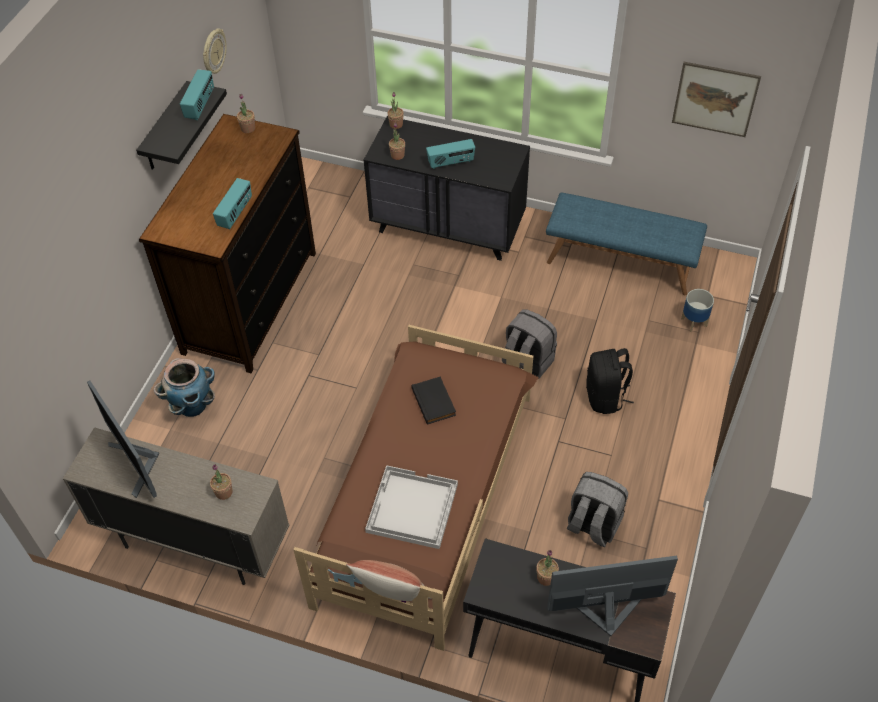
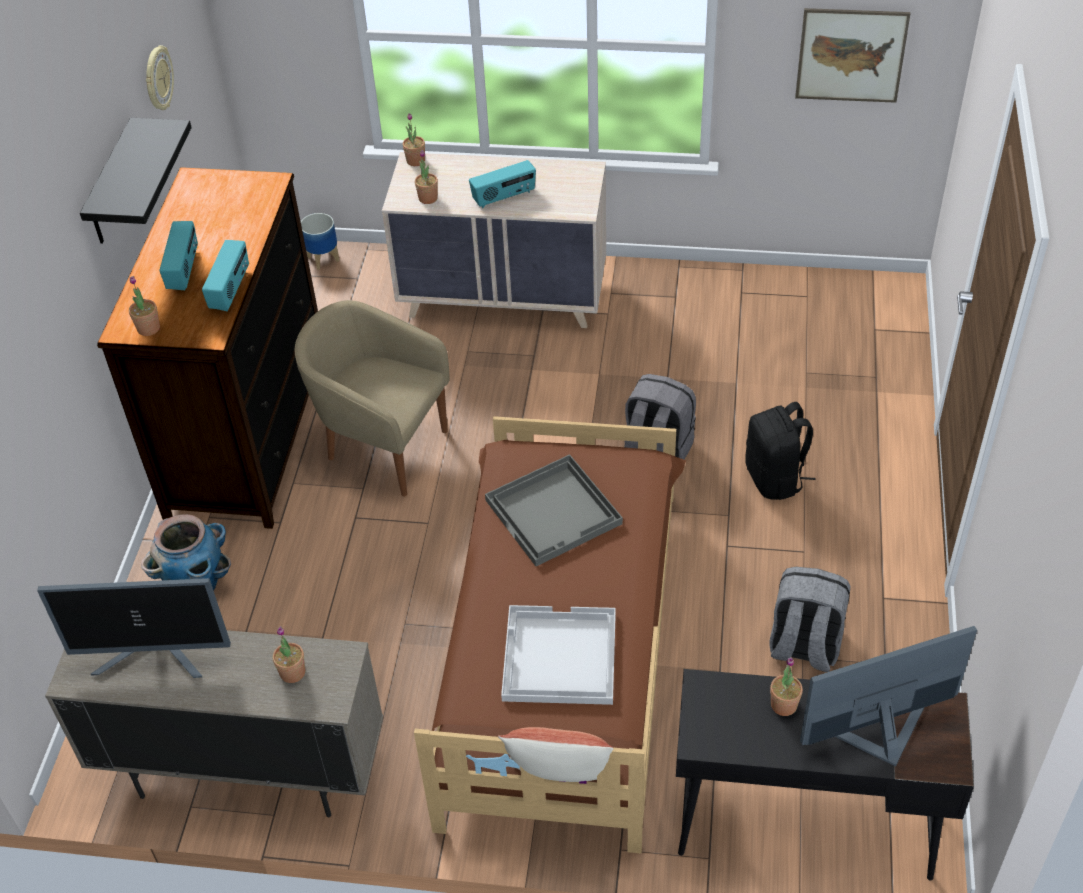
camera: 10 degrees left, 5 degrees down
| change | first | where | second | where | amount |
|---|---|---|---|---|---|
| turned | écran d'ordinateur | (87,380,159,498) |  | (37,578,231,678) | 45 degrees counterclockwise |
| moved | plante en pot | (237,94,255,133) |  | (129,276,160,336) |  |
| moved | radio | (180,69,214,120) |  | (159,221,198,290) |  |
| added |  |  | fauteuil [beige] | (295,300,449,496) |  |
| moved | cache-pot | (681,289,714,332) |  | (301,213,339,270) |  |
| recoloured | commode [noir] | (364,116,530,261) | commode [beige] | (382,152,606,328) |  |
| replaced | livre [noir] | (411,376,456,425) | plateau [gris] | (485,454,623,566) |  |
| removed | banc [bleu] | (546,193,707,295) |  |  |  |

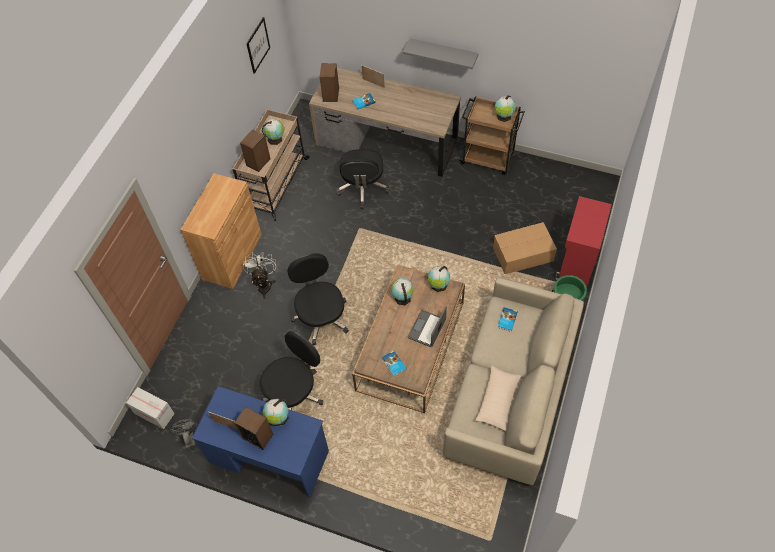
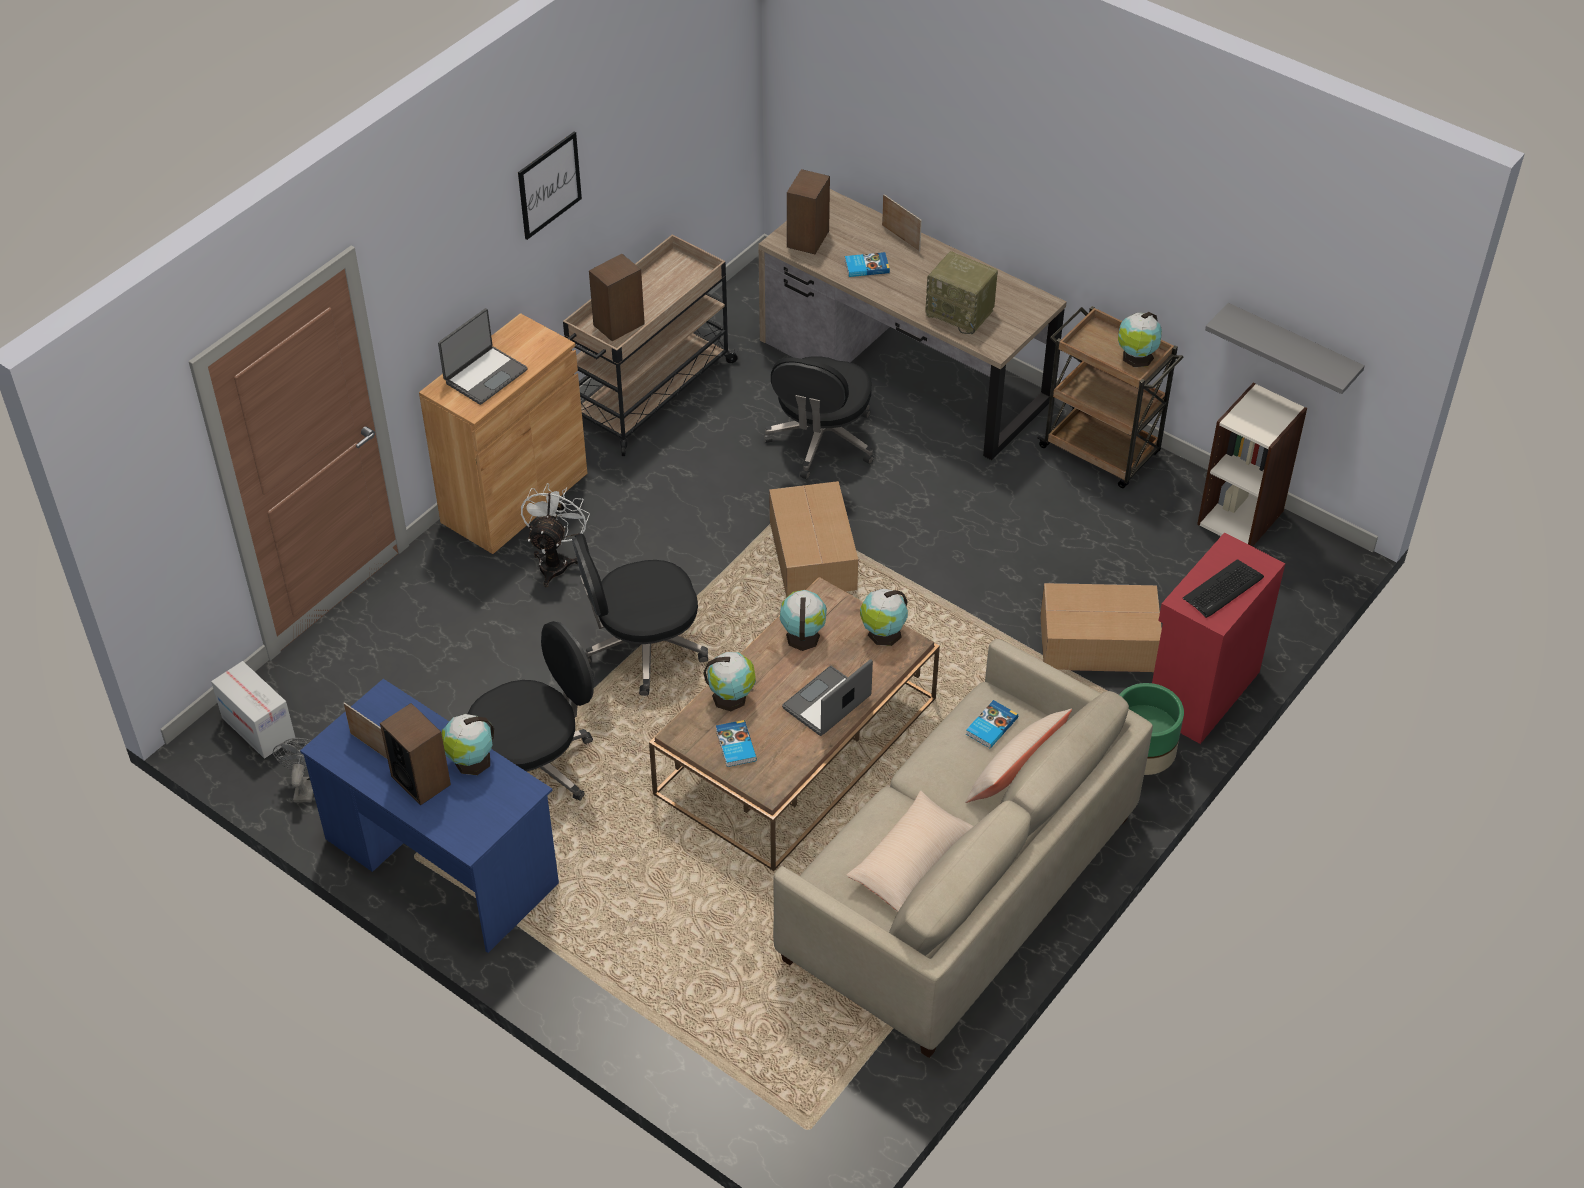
camera: 15 degrees right, 10 degrees down
| change | first | where | second | where | amount |
|---|---|---|---|---|---|
| added |  |  | ordinateur portable | (438,308,528,405) |  |
| moved | tableau | (246,17,270,74) |  | (518,131,582,240) |  |
| turned | chaise de bureau [noir] | (287,253,349,345) |  | (572,533,708,696) | 105 degrees counterclockwise |
| moved | globe | (262,119,285,145) |  | (703,652,756,711) |  |
| added |  |  | carton | (769,481,858,597) |  |
| added |  |  | radio | (925,251,998,335) |  |
| added |  |  | coussin [beige] | (965,709,1072,803) |  |
| added |  |  | clavier | (1183,559,1264,618) |  |
| added |  |  | bibliothèque | (1197,383,1307,547) |  |
| moved | étagère [gris] | (403,38,478,69) |  | (1205,303,1365,394) |  |

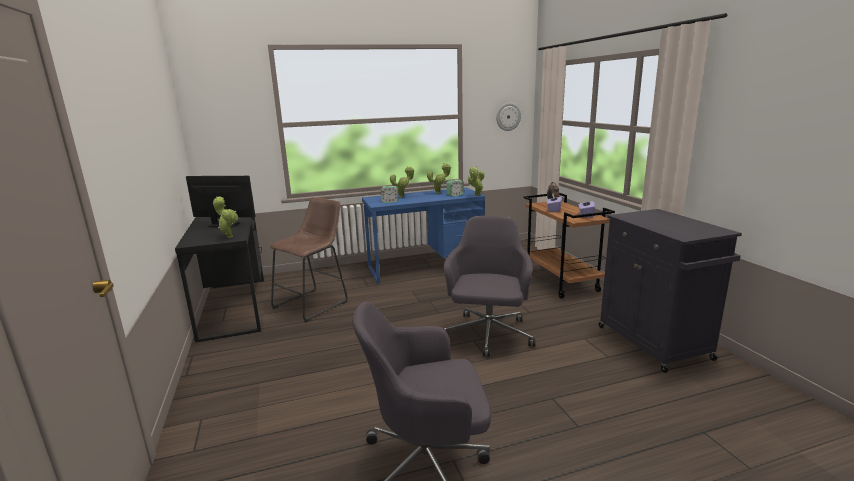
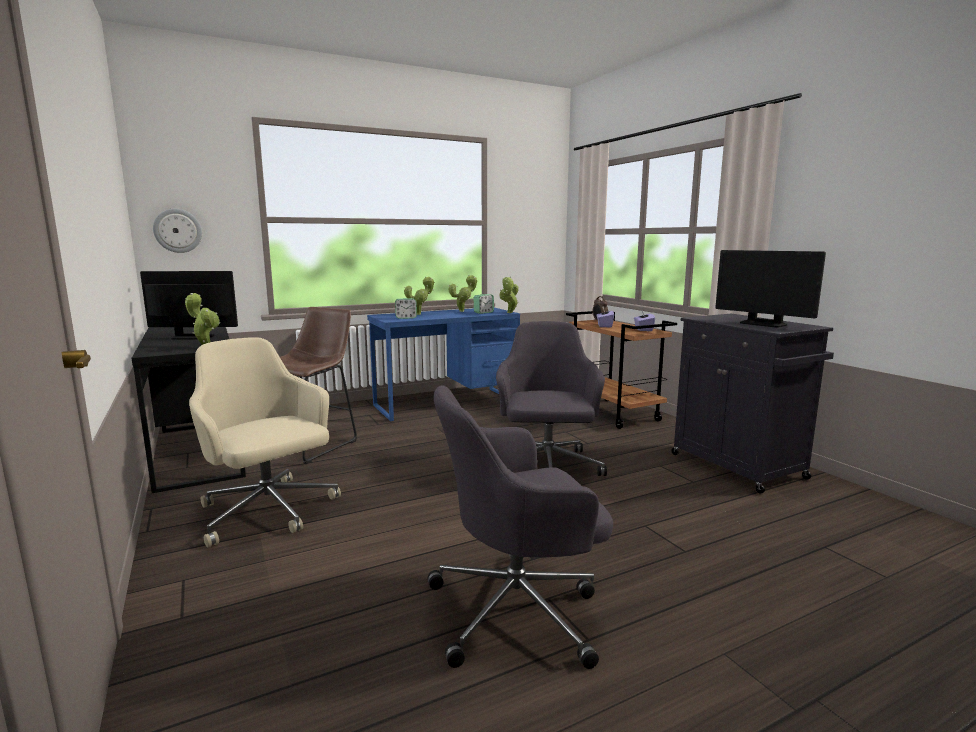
camera: 10 degrees left, 5 degrees down
| change | first | where | second | where | amount |
|---|---|---|---|---|---|
| moved | horloge murale | (496,103,521,131) |  | (153,209,202,253) |  |
| added |  |  | chaise de bureau [beige] | (189,337,341,548) |  |
| added |  |  | écran d'ordinateur | (715,250,826,327) |  |

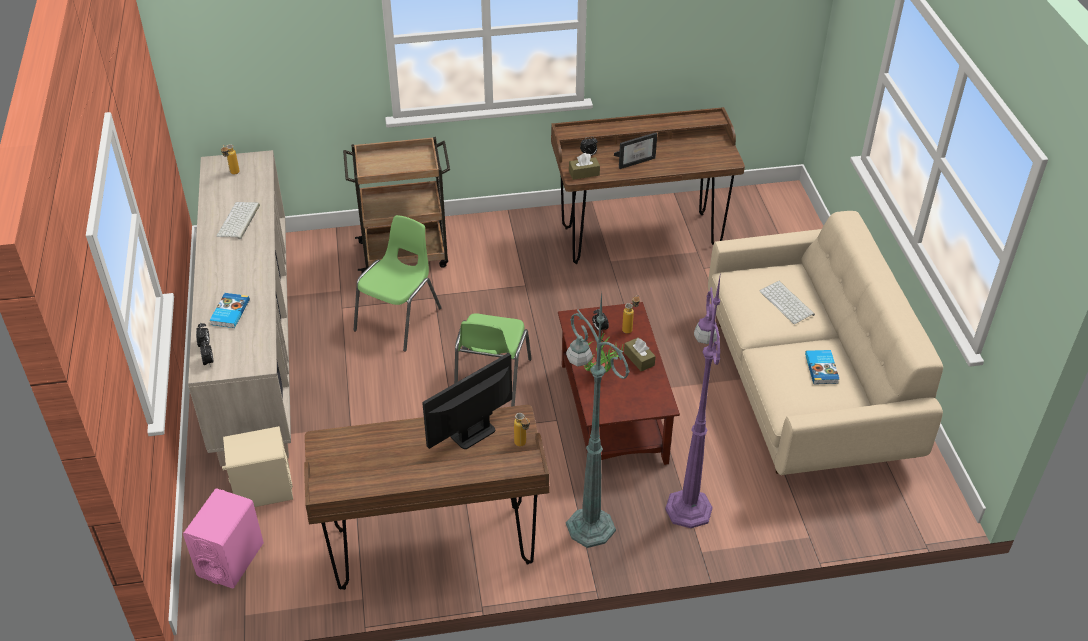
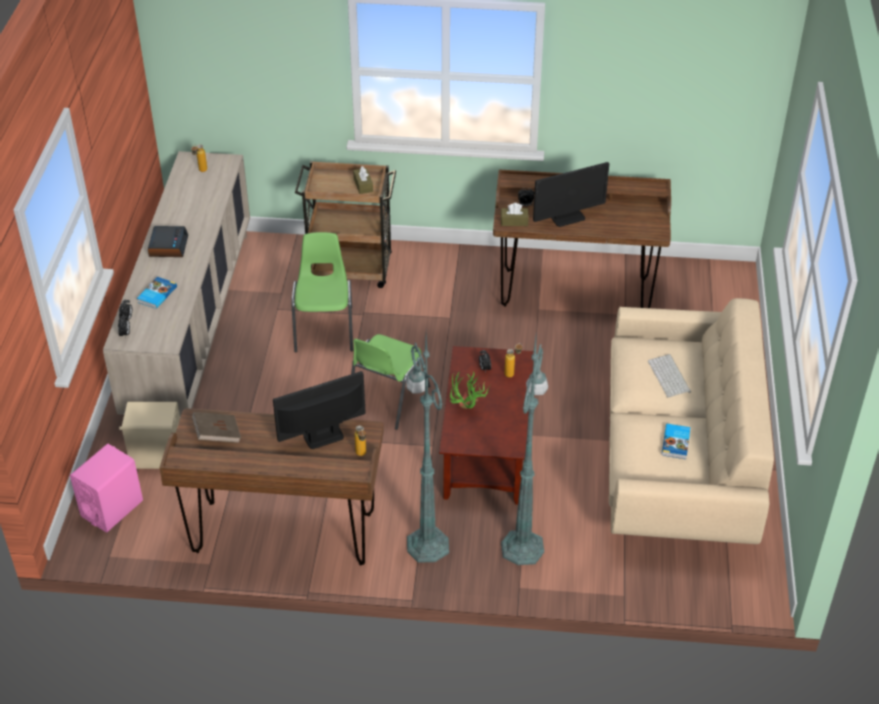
camera: 15 degrees right, 0 degrees up
| change | first | where | second | where | amount |
|---|---|---|---|---|---|
| added |  |  | réveil | (148,226,188,257) |  |
| added |  |  | livre [marron] | (192,412,241,443) |  |
| turned | chaise [vert] | (354,215,442,352) |  | (291,232,353,353) | 45 degrees counterclockwise |
| moved | boîte à mouchoirs [marron] | (624,337,656,371) |  | (353,166,373,194) |  |
| recoloured | lampadaire [violet] | (665,272,721,528) | lampadaire [vert] | (501,337,548,565) |  |
| replaced | cadre photo | (614,133,657,169) | écran d'ordinateur | (533,162,609,227) |  |
| removed | clavier | (217,202,260,239) |  |  |  |

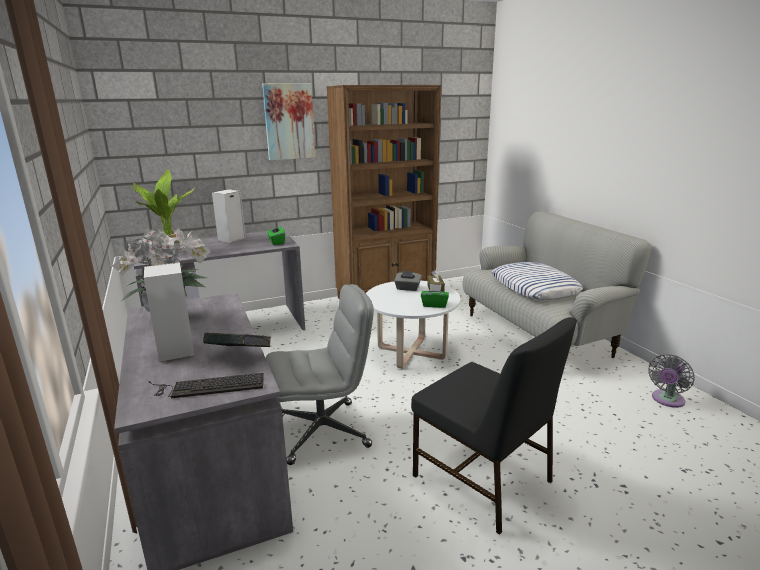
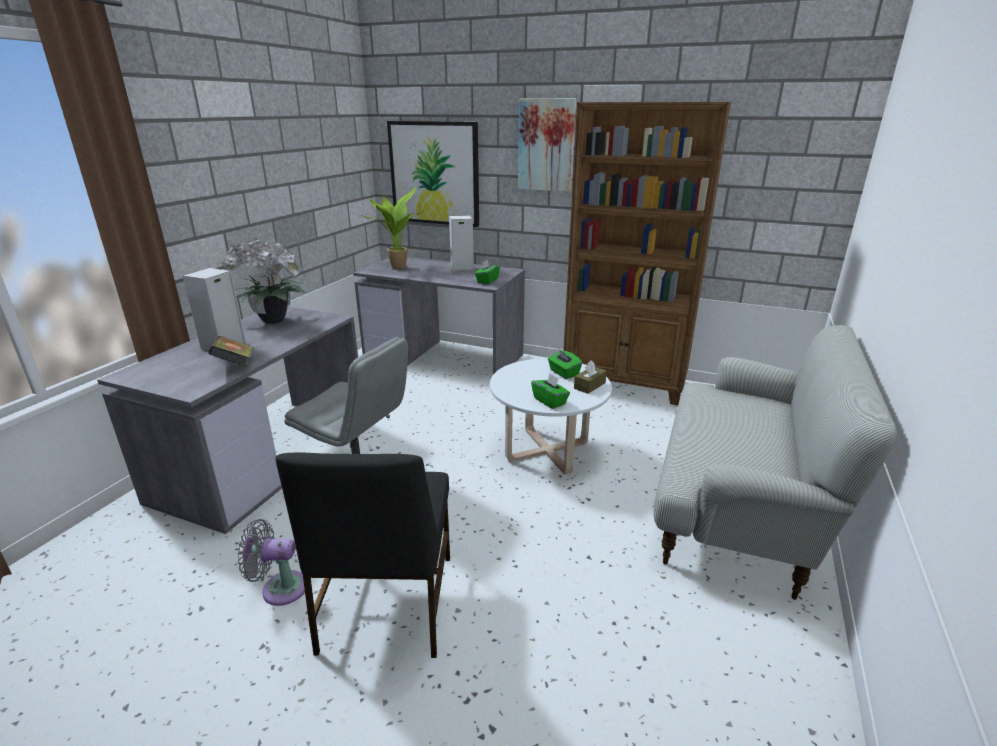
camera: 45 degrees right, 5 degrees up
| change | first | where | second | where | amount |
|---|---|---|---|---|---|
| moved | ventilateur [gris] | (649,354,695,408) |  | (238,519,305,606) |  |
| added |  |  | tableau | (387,121,479,227) |  |
| recoloured | boîte à mouchoirs [gris] | (394,271,422,291) | boîte à mouchoirs [vert] | (548,349,582,379) |  |
| removed | clavier | (148,373,264,398) |  |  |  |
| removed | coussin | (492,262,583,300) |  |  |  |

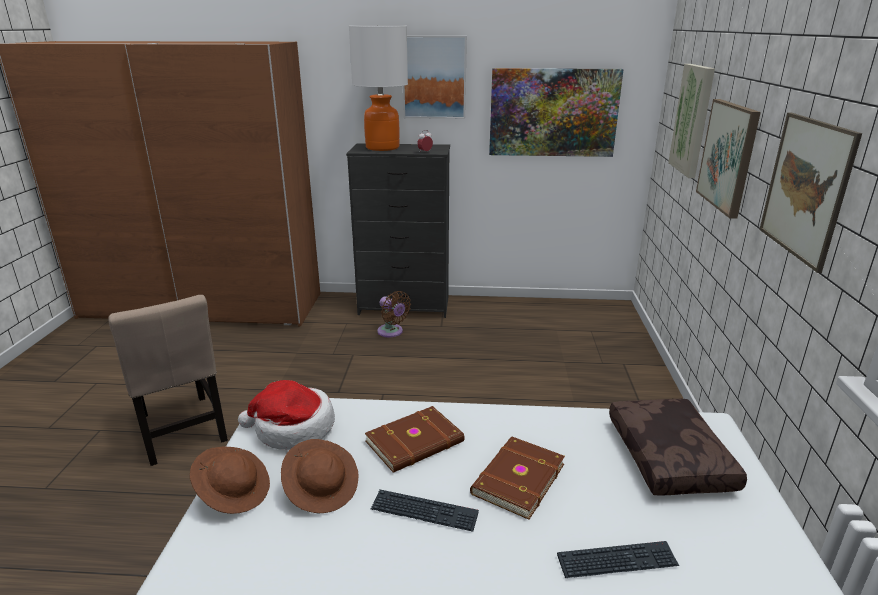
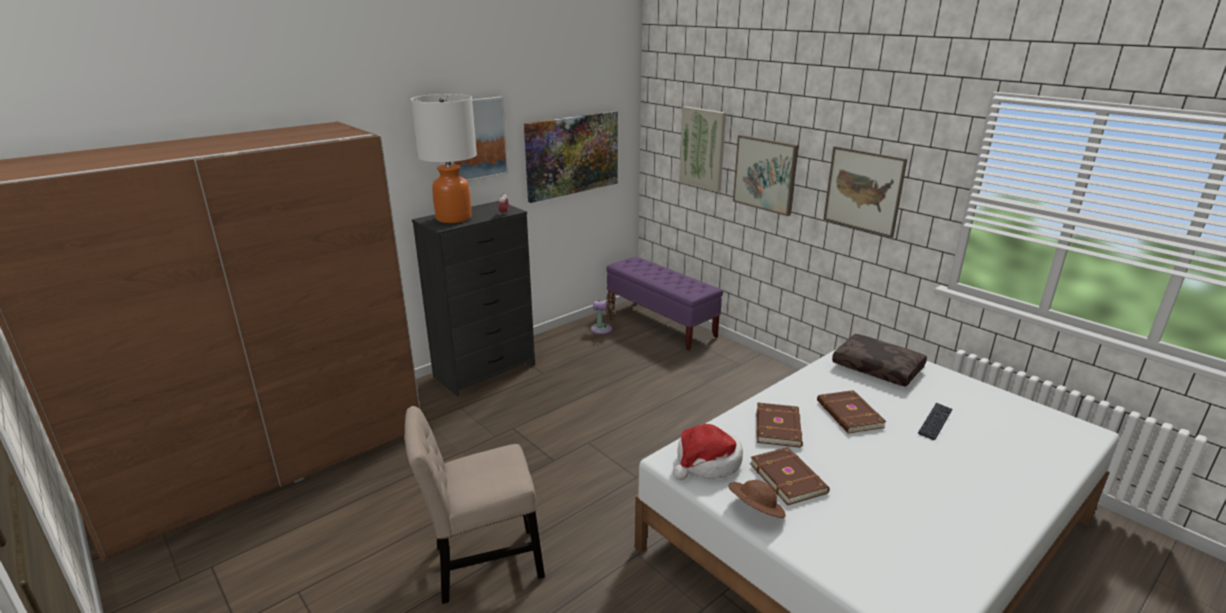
camera: 45 degrees left, 0 degrees up
| change | first | where | second | where | amount |
|---|---|---|---|---|---|
| turned | chaise [beige] | (108,295,228,466) |  | (404,406,545,604) | 150 degrees clockwise |
| moved | ventilateur [marron] | (377,291,411,337) |  | (591,292,616,334) |  |
| added |  |  | banc [violet] | (606,257,723,351) |  |
| replaced | chapeau [marron] | (281,439,359,513) | livre [marron] | (750,447,830,505) |  |
| removed | clavier | (371,490,479,532) |  |  |  |

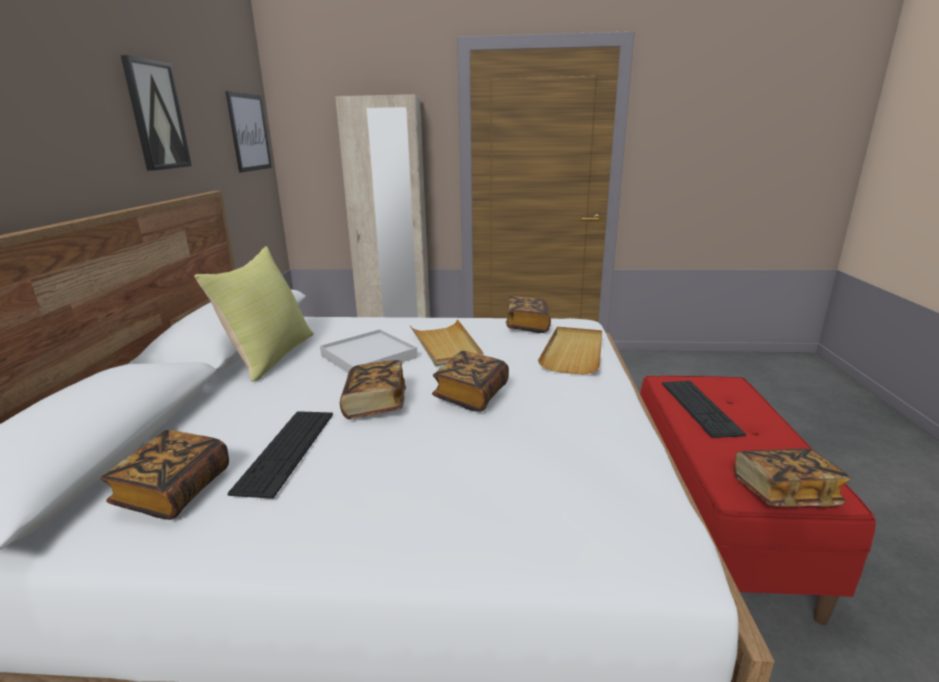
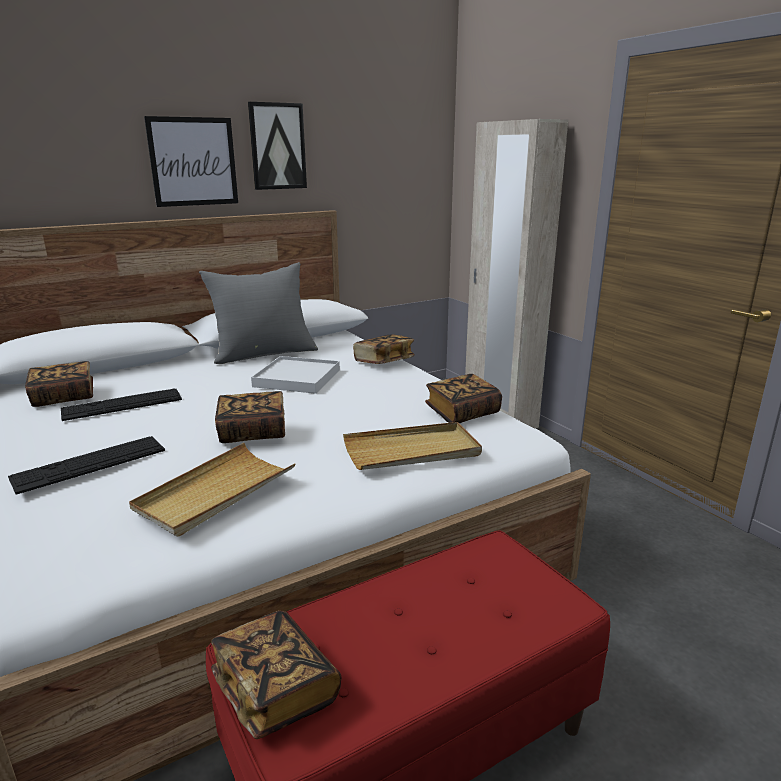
camera: 55 degrees right, 0 degrees up
| change | first | where | second | where | amount |
|---|---|---|---|---|---|
| moved | clavier | (662,381,746,438) |  | (8,436,165,495) |  |
| moved | plateau [beige] | (410,319,483,366) |  | (129,443,295,537) |  |
| moved | tableau | (225,91,272,173) |  | (144,116,238,207) |  |
| recoloured | coussin [jaune] | (194,246,314,382) | coussin [gris] | (199,262,318,364) |  |
| moved | livre | (340,360,406,419) |  | (353,334,415,364) |  |

